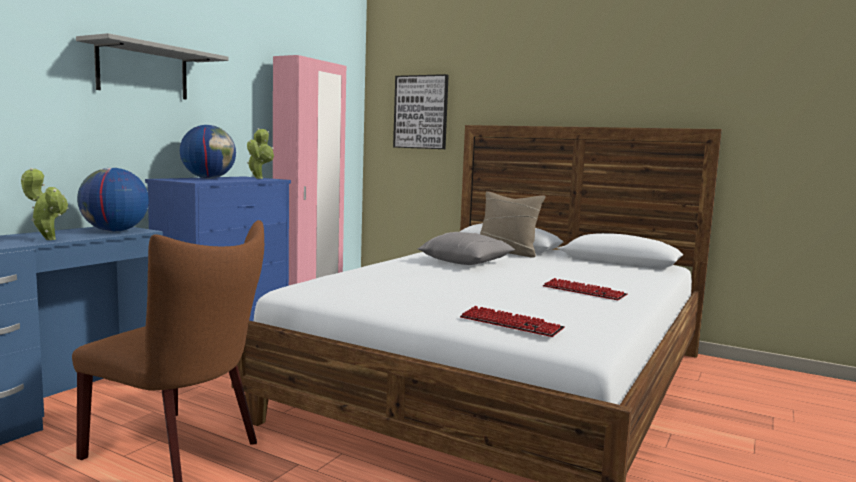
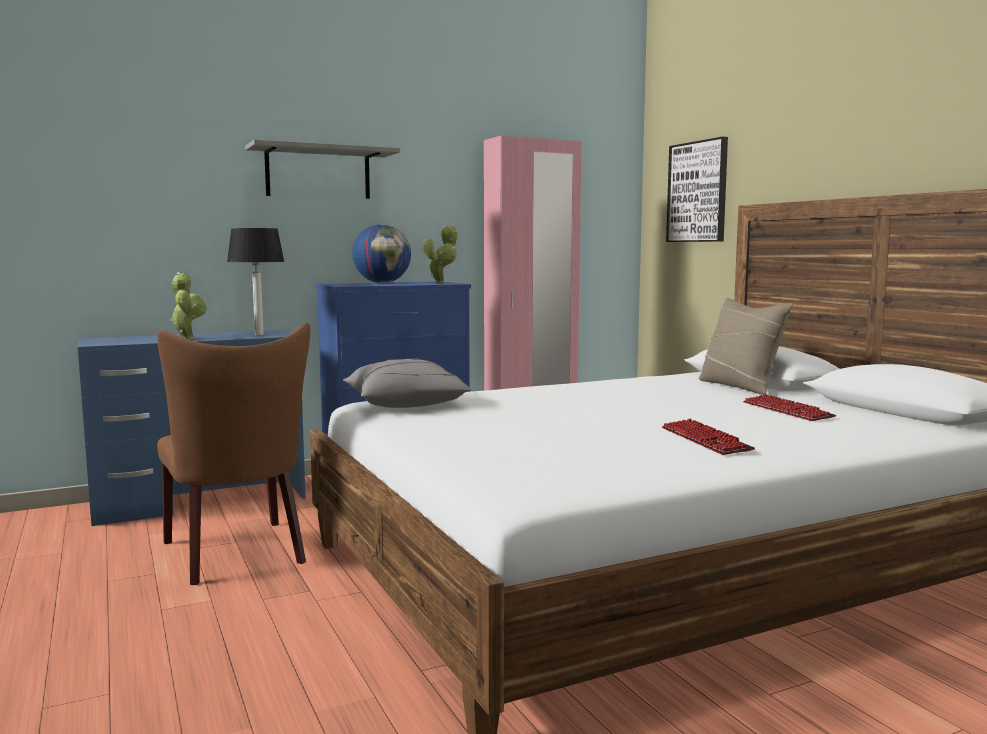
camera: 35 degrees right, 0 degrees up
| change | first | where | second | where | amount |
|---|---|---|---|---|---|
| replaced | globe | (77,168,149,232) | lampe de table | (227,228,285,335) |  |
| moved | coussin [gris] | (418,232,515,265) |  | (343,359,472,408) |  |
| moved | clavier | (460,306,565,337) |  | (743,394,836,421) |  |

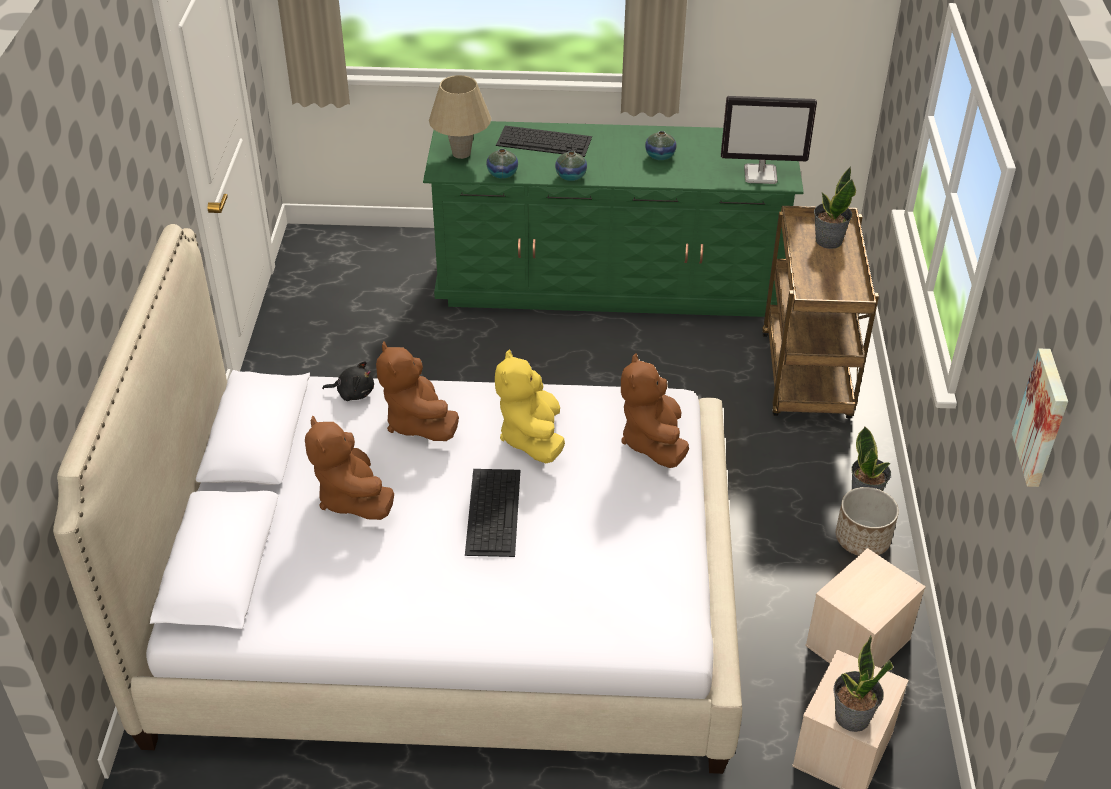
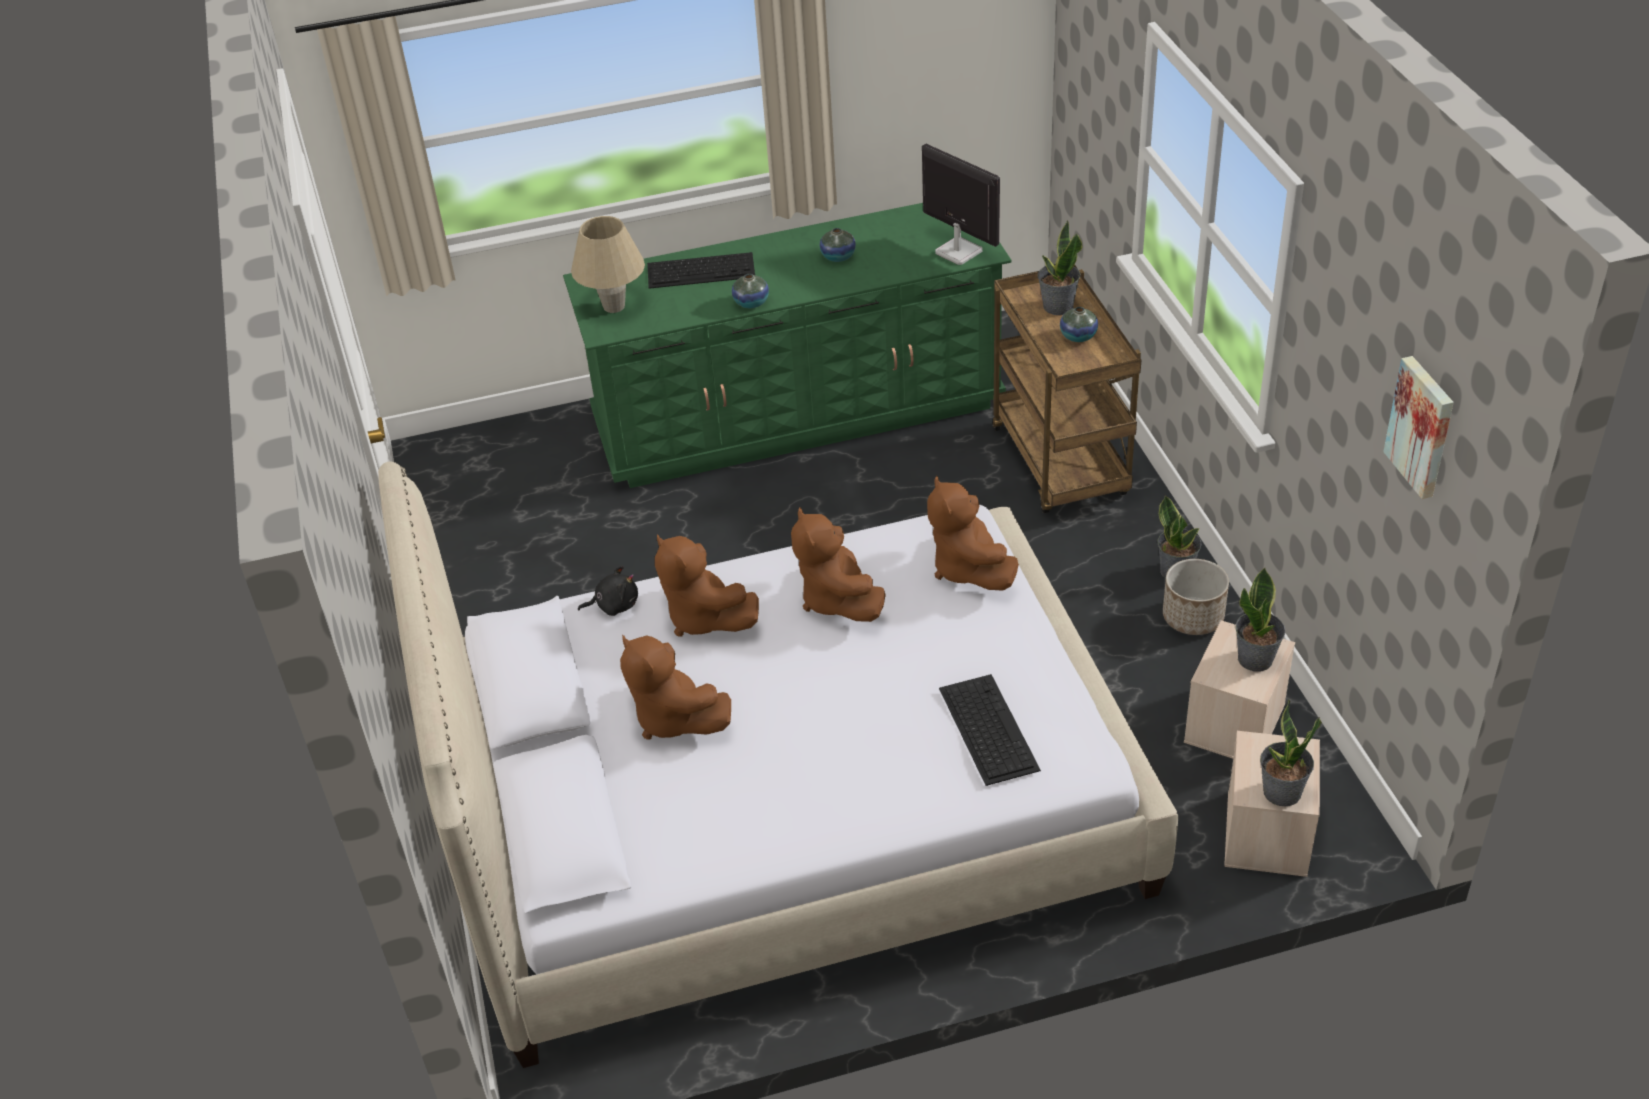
camera: 15 degrees left, 0 degrees up
| change | first | where | second | where | amount |
|---|---|---|---|---|---|
| recoloured | peluche [jaune] | (495,350,565,463) | peluche [marron] | (791,507,885,622) |  |
| turned | écran d'ordinateur | (721,96,817,184) |  | (922,144,1000,265) | 120 degrees counterclockwise |
| moved | clavier | (465,469,520,557) |  | (939,674,1041,786) |  |
| moved | vase | (486,149,518,179) |  | (1060,307,1098,342) |  |
| added |  |  | plante en pot | (1236,568,1286,672) |  |

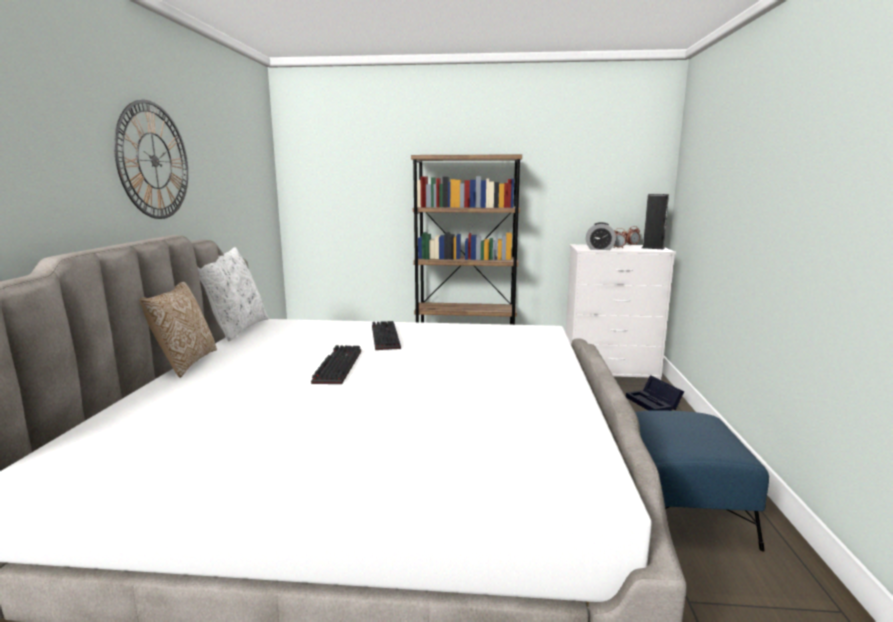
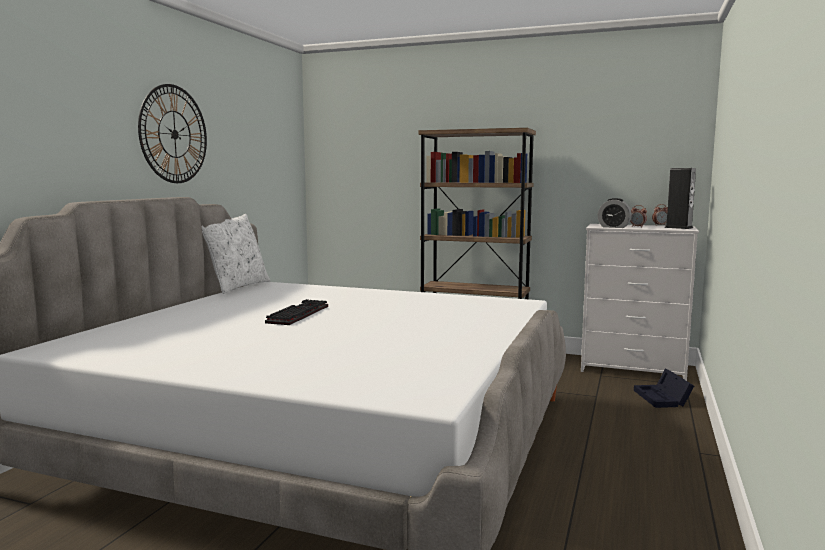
camera: 15 degrees right, 5 degrees down
| change | first | where | second | where | amount |
|---|---|---|---|---|---|
| removed | coussin | (139,282,217,378) |  |  |  |
| removed | clavier | (372,321,401,350) |  |  |  |
| removed | pouf [bleu] | (635,410,769,551) |  |  |  |

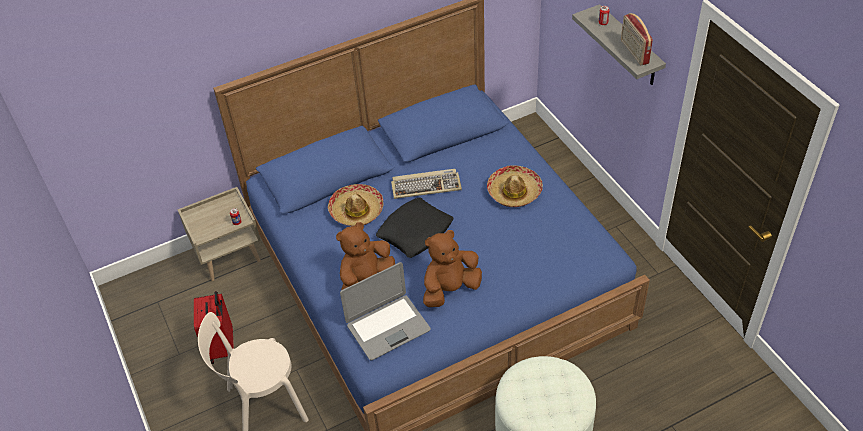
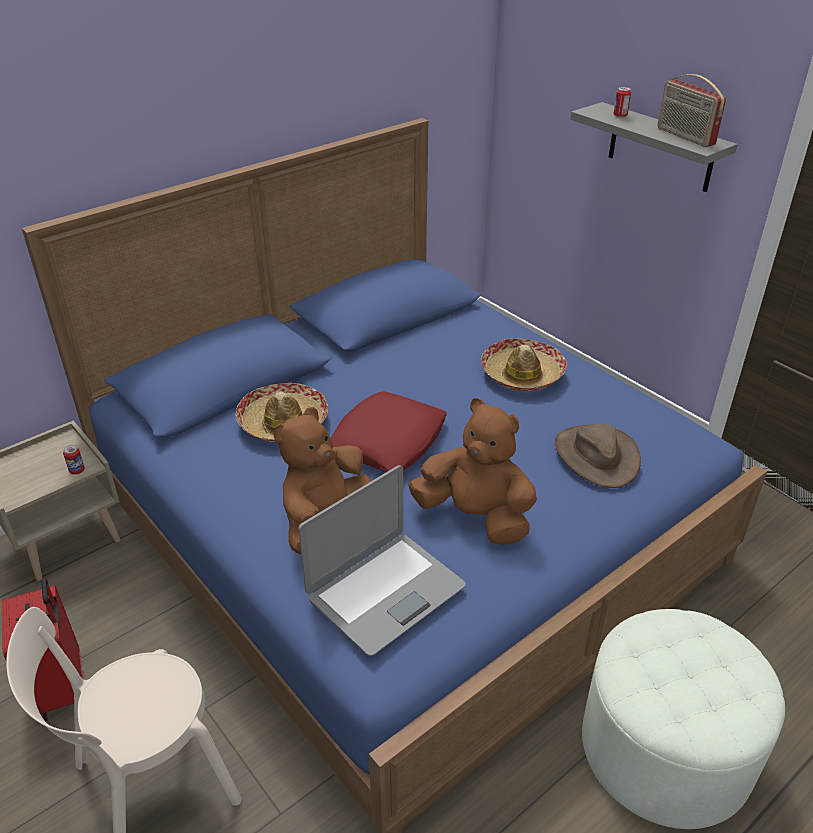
camera: 15 degrees left, 10 degrees down
| change | first | where | second | where | amount |
|---|---|---|---|---|---|
| recoloured | coussin [noir] | (376,197,454,258) | coussin [rouge] | (331,391,447,472) |  |
| turned | peluche [marron] | (423,230,482,307) |  | (408,398,537,545) | 75 degrees clockwise |
| added |  |  | chapeau [marron] | (555,424,641,488) |  |
| removed | clavier | (391,169,462,199) |  |  |  |

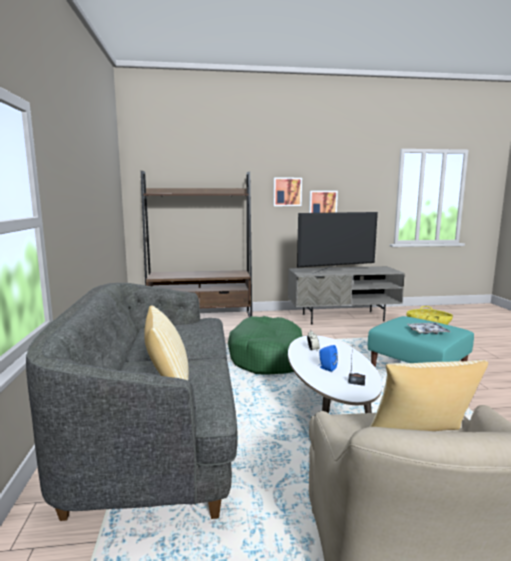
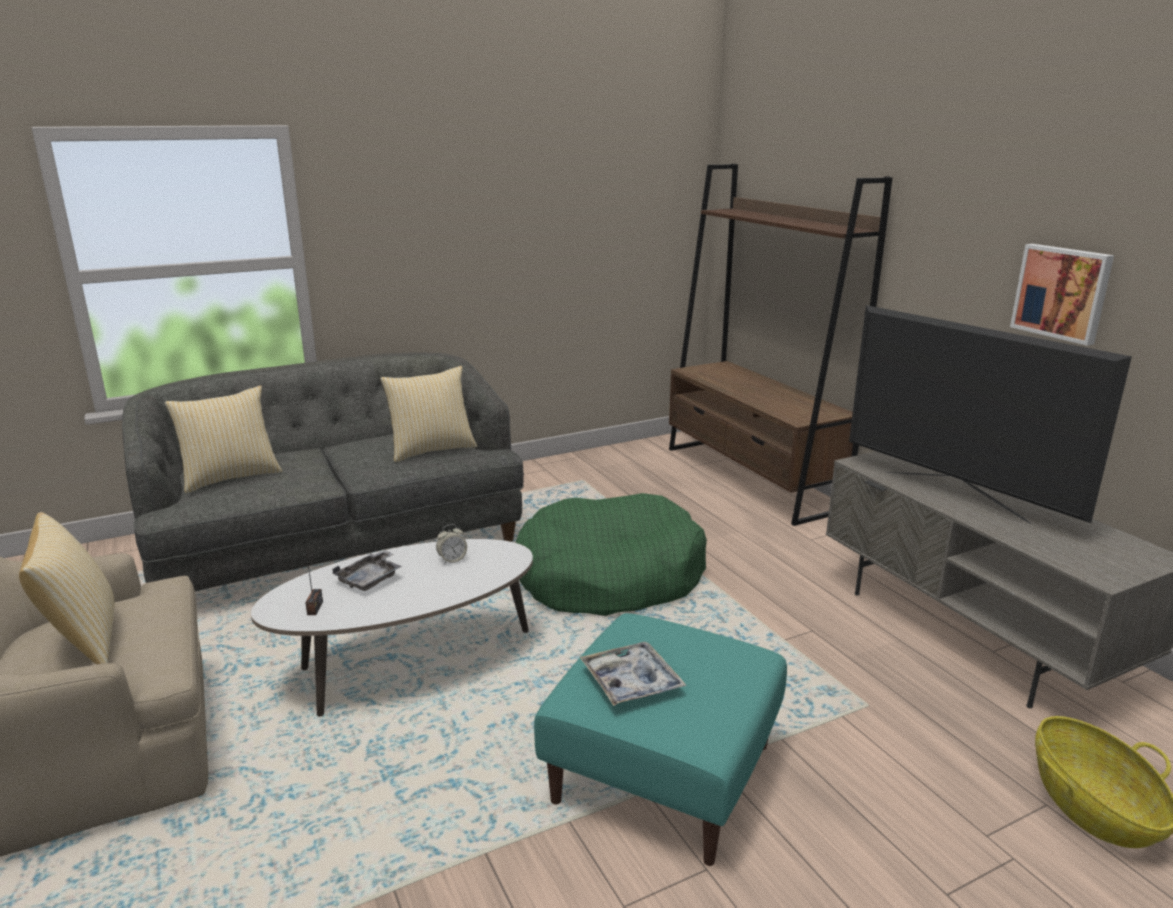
camera: 70 degrees right, 10 degrees up
| change | first | where | second | where | amount |
|---|---|---|---|---|---|
| replaced | enceinte [bleu] | (319,345,338,372) | plateau [gris] | (332,550,402,591) |  |
| added |  |  | coussin | (380,366,477,462) |  |
| removed | tableau | (273,178,302,206) |  |  |  |

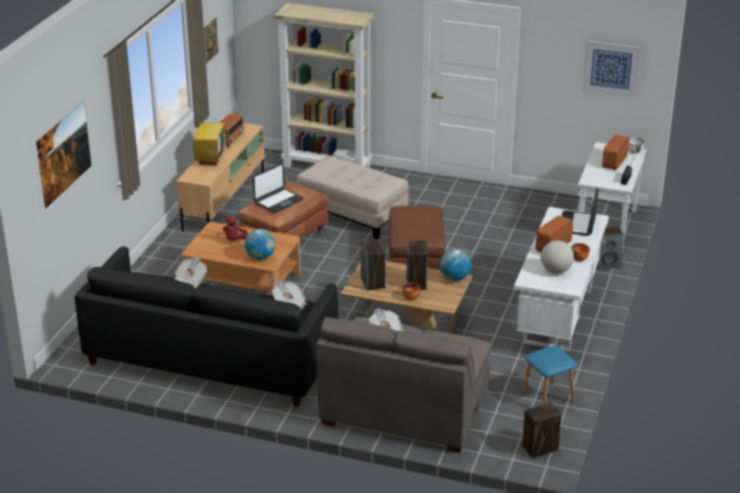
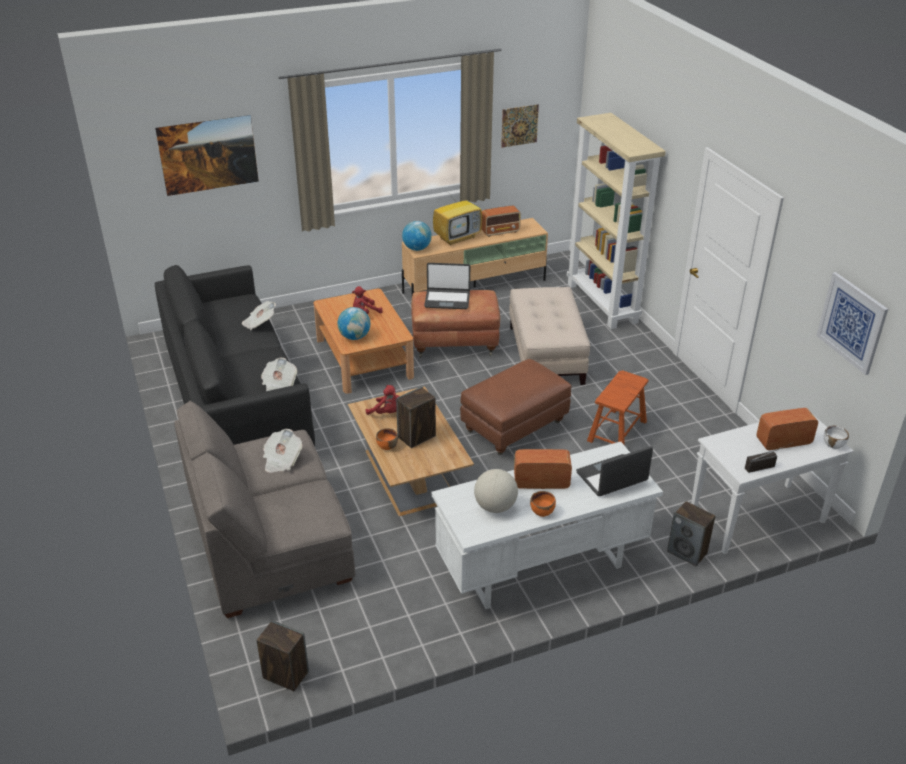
camera: 50 degrees right, 5 degrees up
| change | first | where | second | where | amount |
|---|---|---|---|---|---|
| replaced | enceinte | (361,239,386,291) | peluche [rouge] | (366,385,400,415) |  |
| moved | globe | (440,249,472,281) |  | (402,221,432,251) |  |
| added |  |  | tabouret [marron] | (587,370,649,446) |  |
| removed | tabouret [bleu] | (522,346,577,403) |  |  |  |

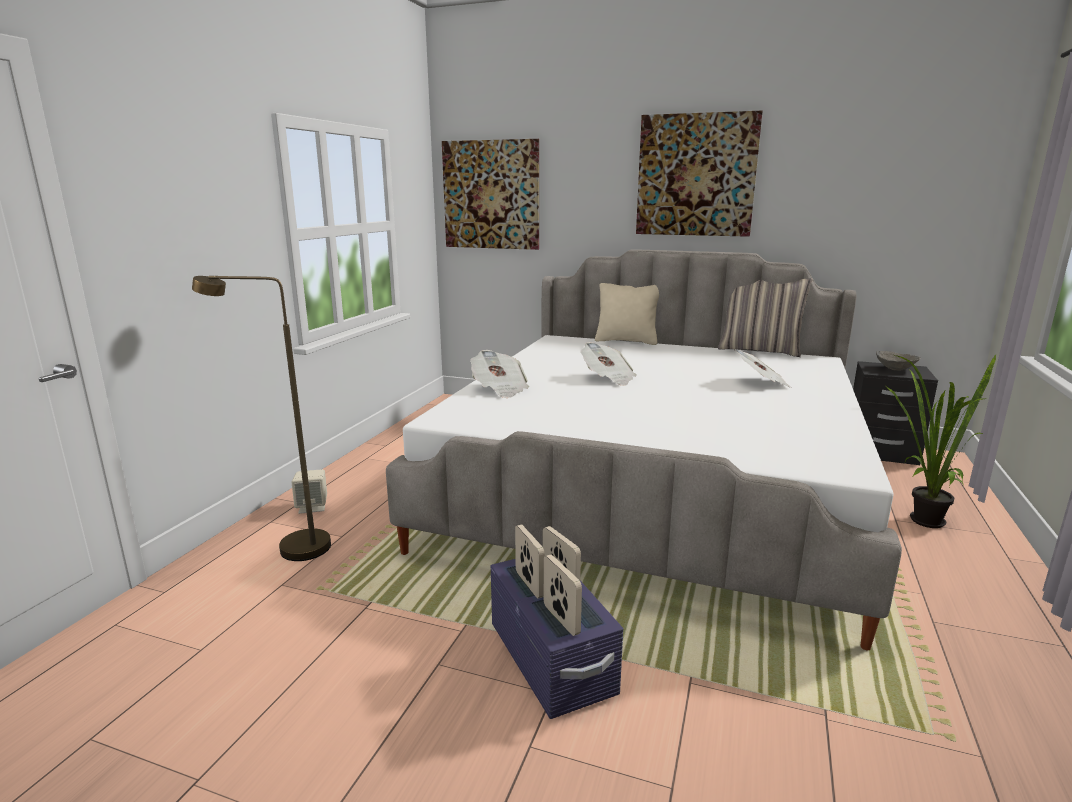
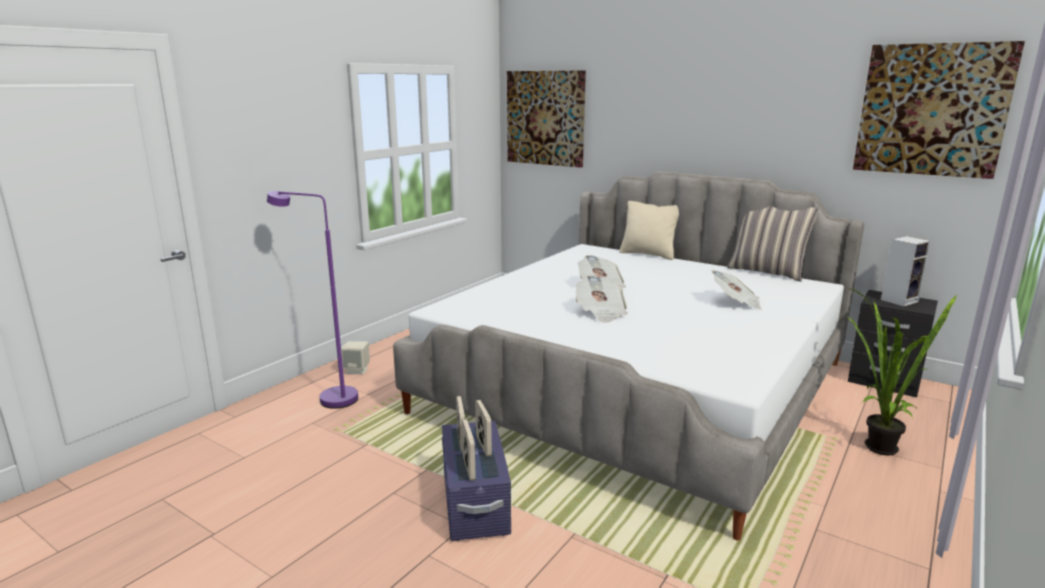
camera: 15 degrees right, 0 degrees up
| change | first | where | second | where | amount |
|---|---|---|---|---|---|
| recoloured | lampadaire [marron] | (192,276,331,561) | lampadaire [violet] | (267,191,358,409) |  |
| moved | journal | (470,350,529,398) |  | (575,275,628,323) |  |
| moved | tableau | (636,111,763,237) |  | (853,41,1025,179) |  |
| replaced | bol [gris] | (876,351,921,371) | enceinte | (881,236,931,306) |  |

